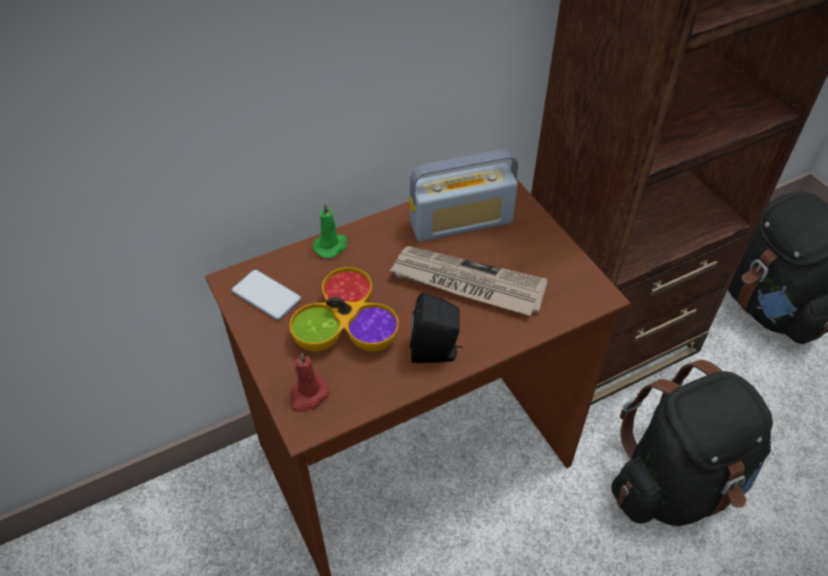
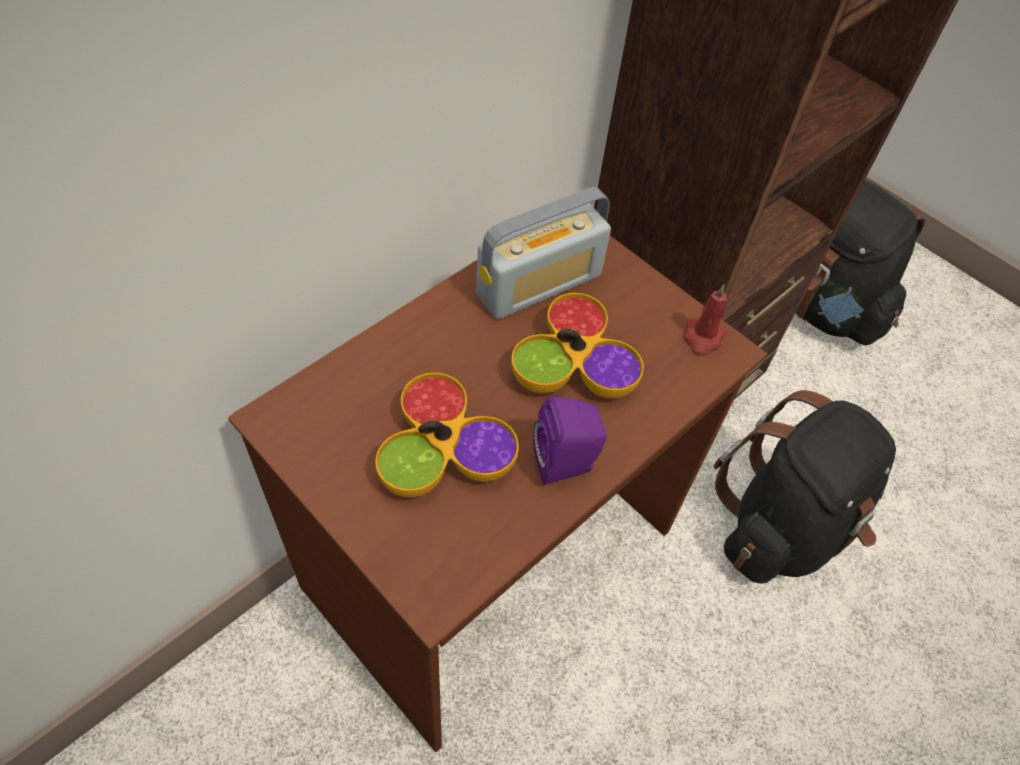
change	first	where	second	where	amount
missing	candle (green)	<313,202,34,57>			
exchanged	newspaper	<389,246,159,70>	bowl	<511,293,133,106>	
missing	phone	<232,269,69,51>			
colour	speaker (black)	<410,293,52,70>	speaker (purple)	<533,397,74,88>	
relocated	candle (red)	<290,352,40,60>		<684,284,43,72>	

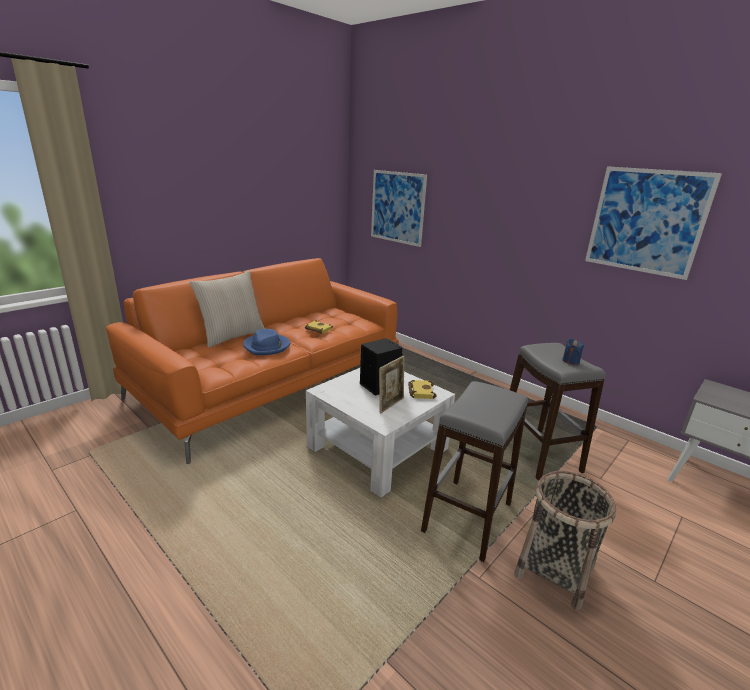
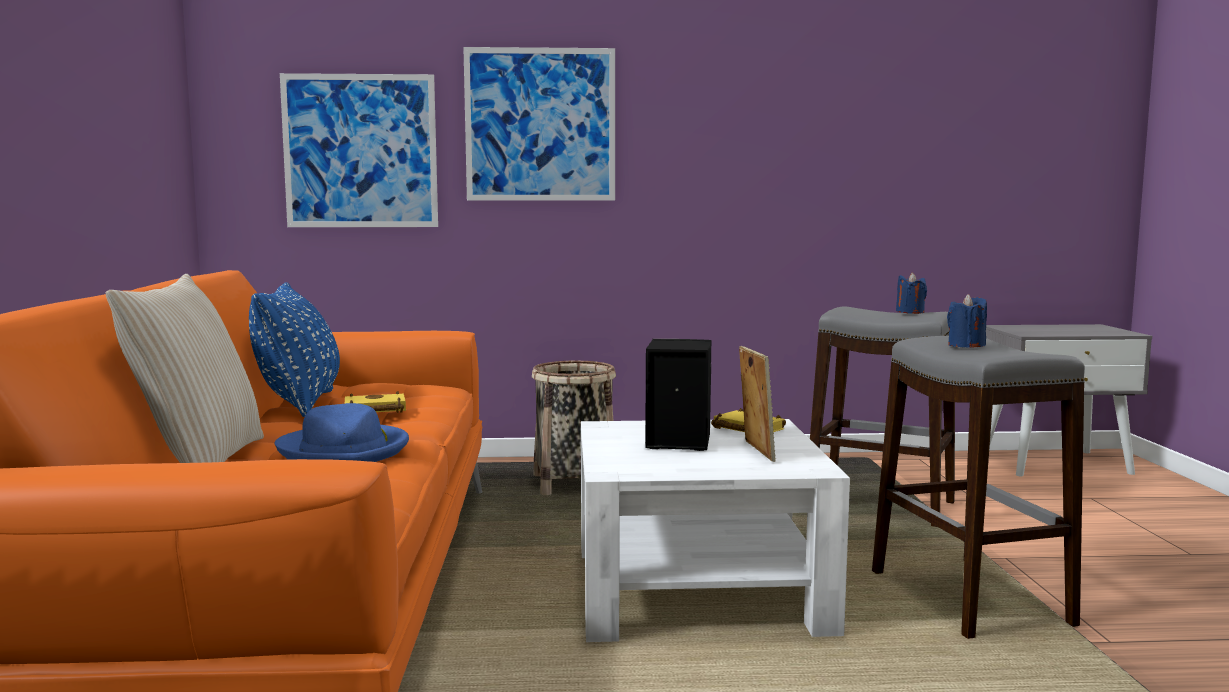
change	first	where	second	where	amount
relocated	picture	<585,166,137,114>		<463,47,152,154>	
relocated	basket	<514,471,102,139>		<532,361,84,134>	
appeared			pillow (blue)	<249,282,91,135>	
appeared			candle (blue)	<947,294,40,54>	

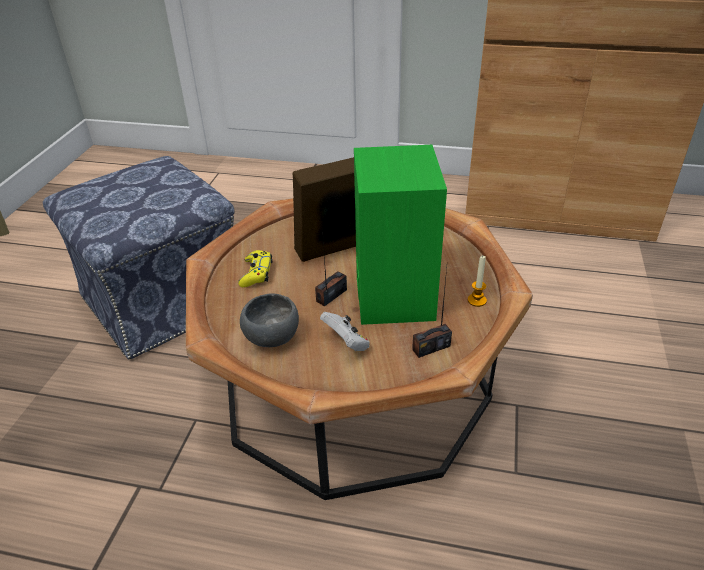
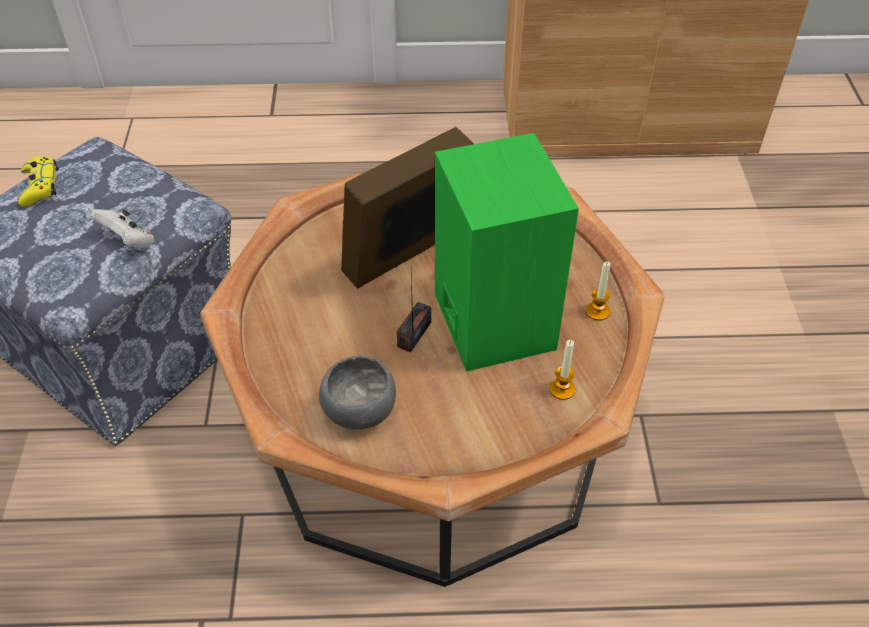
change	first	where	second	where	amount
relocated	game controller (yellow)	<238,250,35,37>		<18,157,40,50>	
exchanged	radio	<412,268,40,90>	candle	<549,340,26,60>	
relocated	game controller (white)	<320,312,50,39>		<90,209,64,40>	

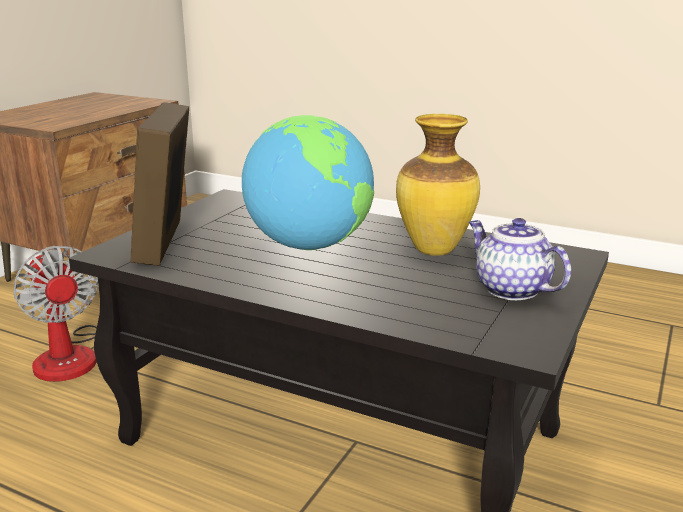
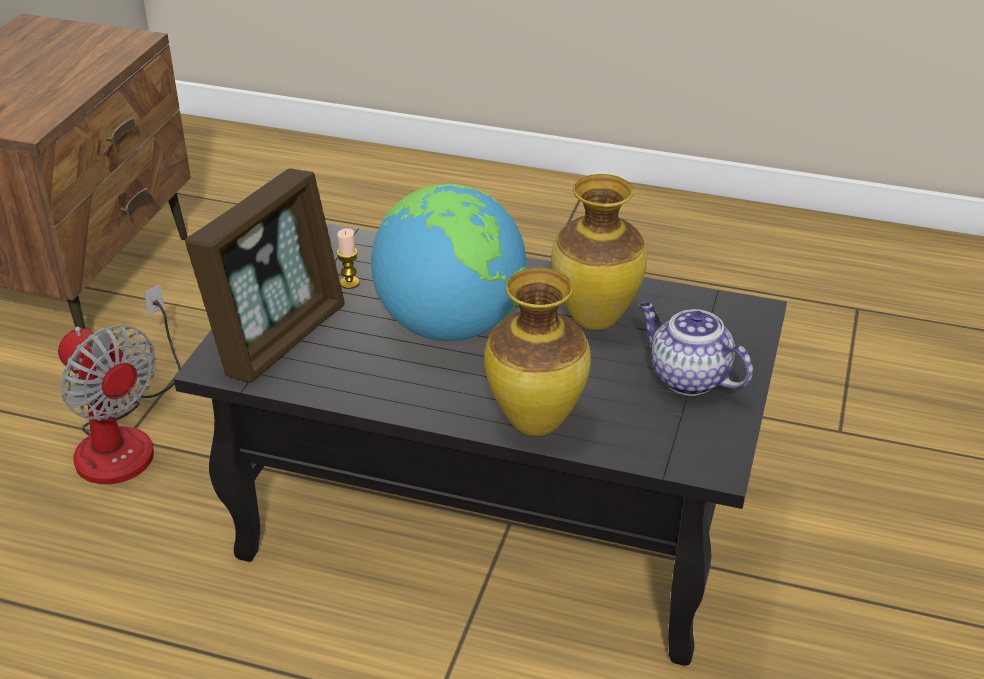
change	first	where	second	where	amount
spun	picture frame	<130,102,59,164>		<185,168,160,215>	135 degrees counterclockwise
appeared			candle	<337,228,23,61>	
appeared			vase	<485,268,106,168>	

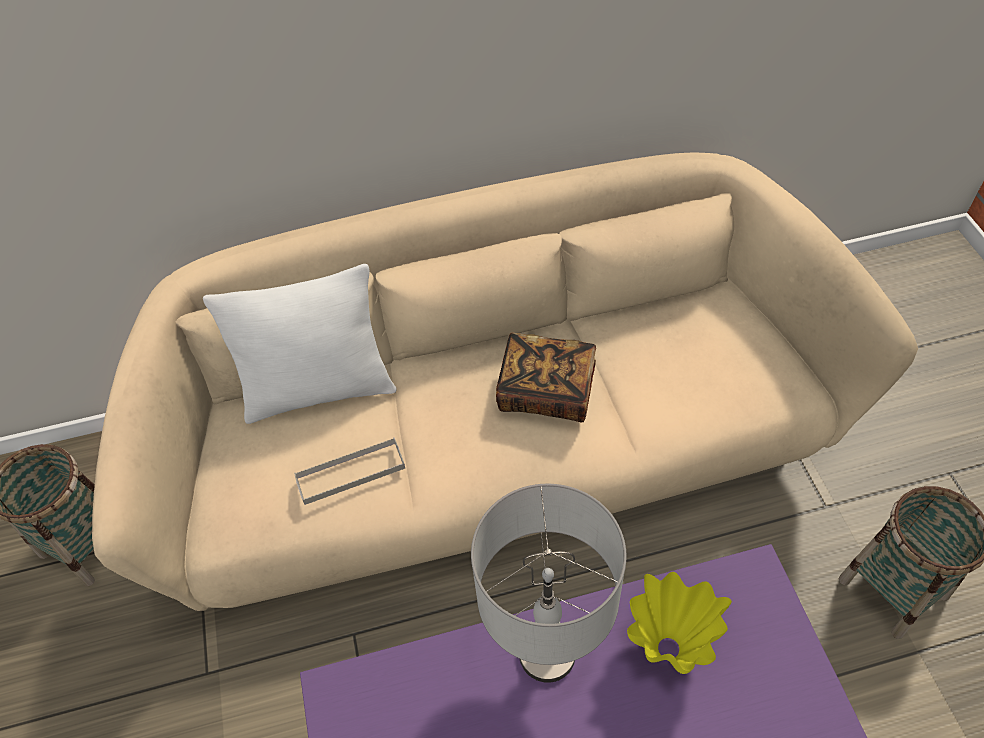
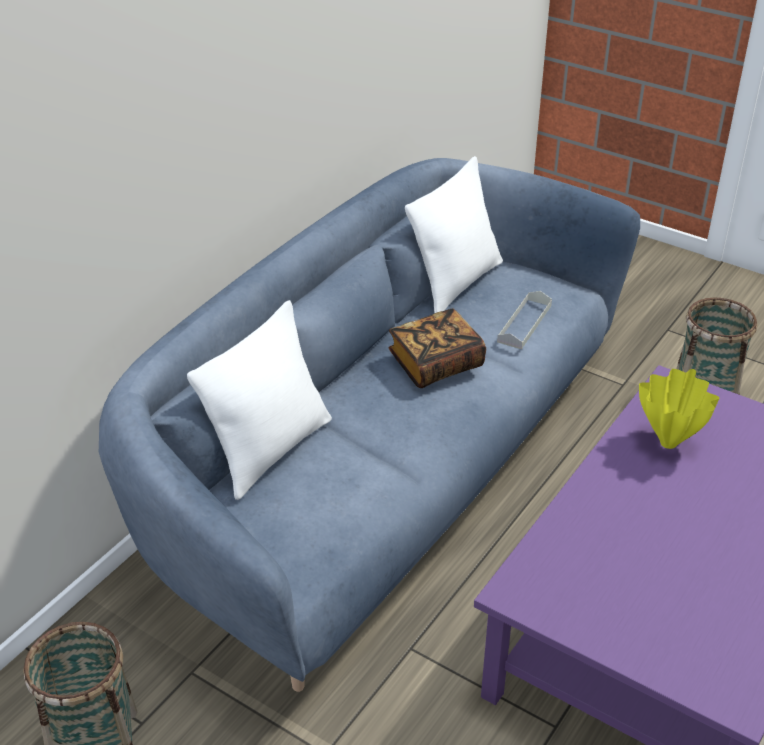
change	first	where	second	where	amount
colour	sofa (beige)	<92,152,826,459>	sofa (blue)	<99,158,541,534>	
relocated	tray (grey)	<294,437,111,68>		<497,291,55,58>	
missing	table lamp (grey)	<471,484,156,199>			
appeared			pillow (white)	<405,156,98,157>	

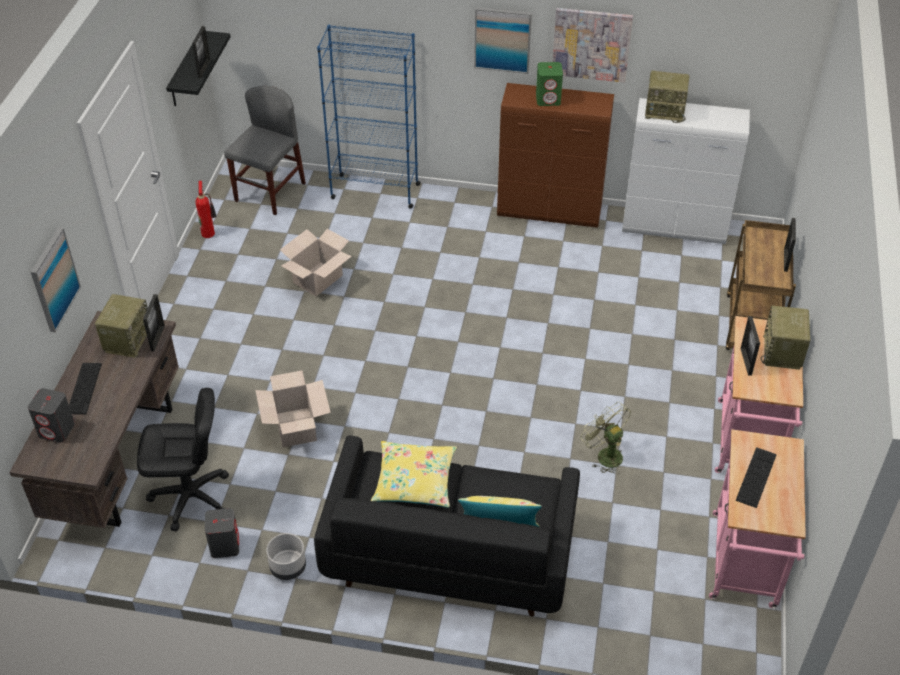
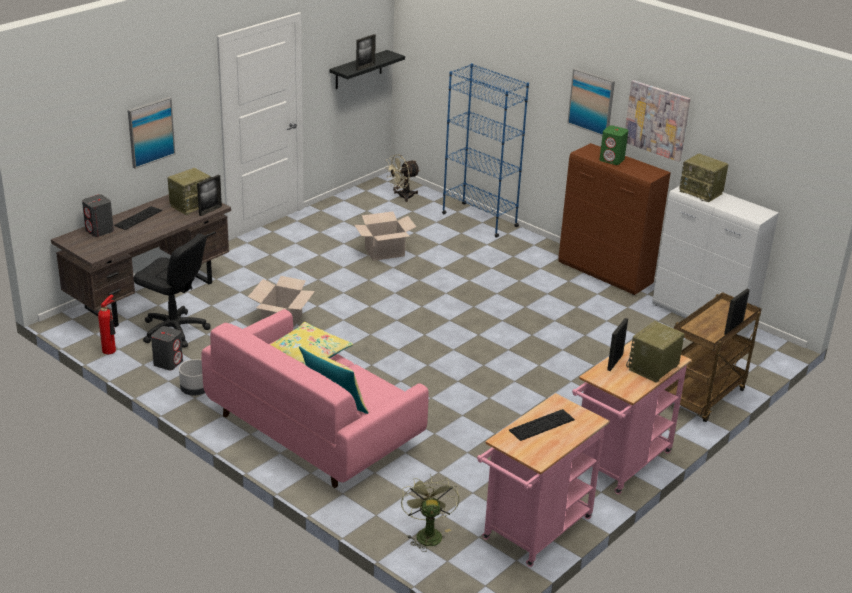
change	first	where	second	where	amount
exchanged	chair (grey)	<224,86,82,129>	fan (beige)	<385,154,35,48>	
relocated	fire extinguisher	<195,181,21,57>		<98,295,18,59>	
relocated	fan (green)	<580,402,51,72>		<401,475,58,77>	
colour	sofa (black)	<314,435,266,182>	sofa (pink)	<201,309,228,179>	

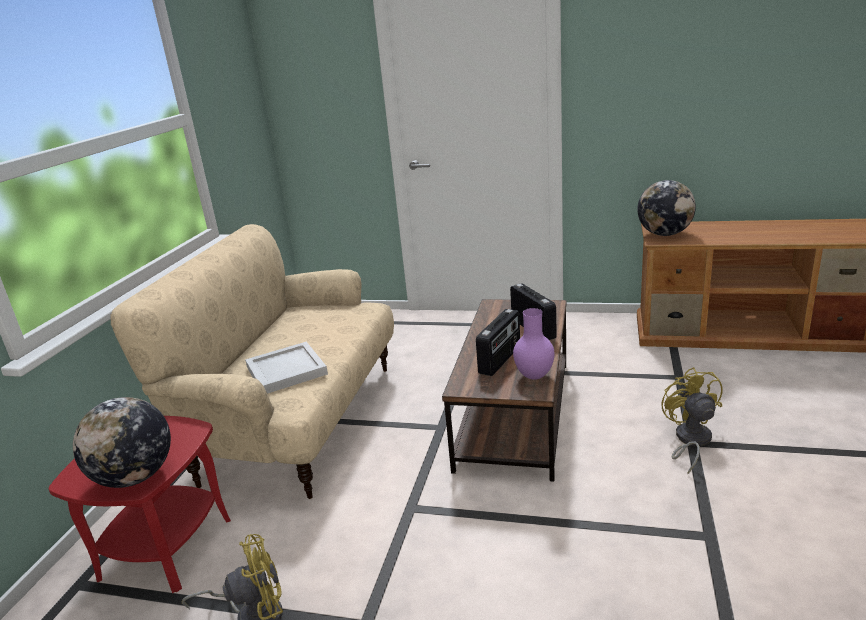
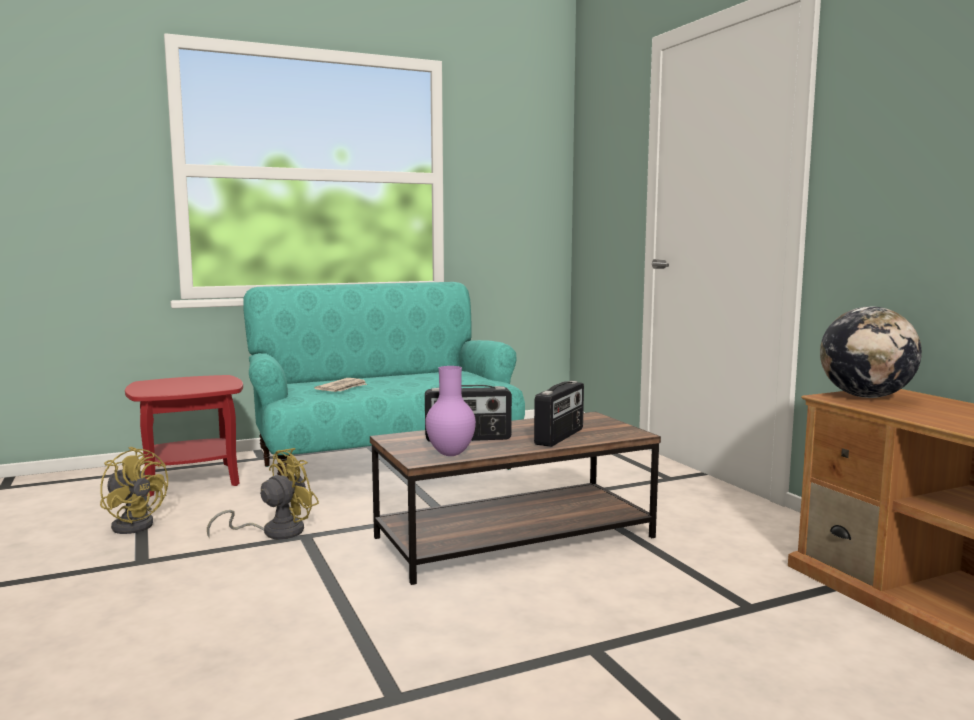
change	first	where	second	where	amount
colour	sofa (beige)	<110,224,284,275>	sofa (turquoise)	<243,282,282,197>	
exchanged	tray (white)	<245,342,83,52>	newspaper	<314,378,53,14>	
relocated	fan (yellow)	<661,367,62,107>		<207,448,112,91>	
missing	globe	<73,397,98,91>			

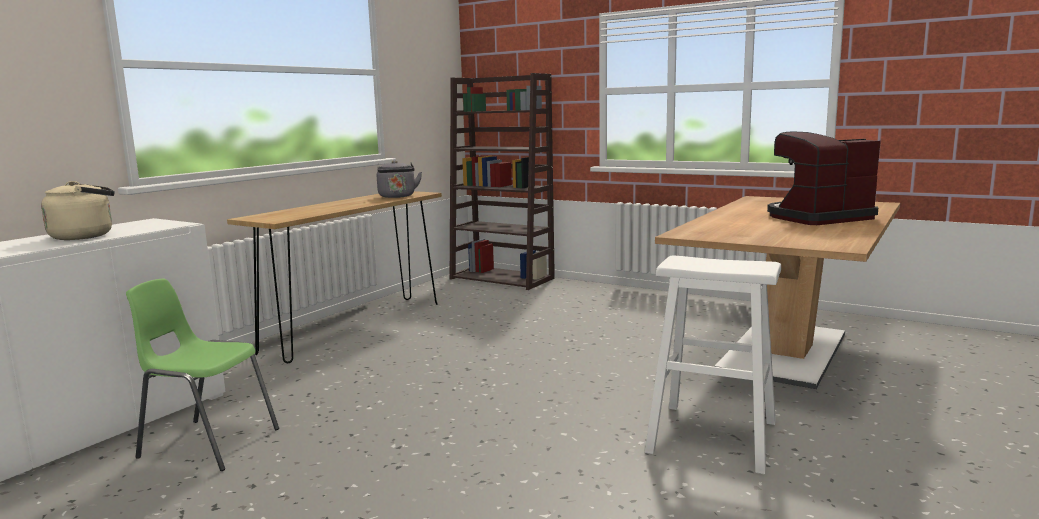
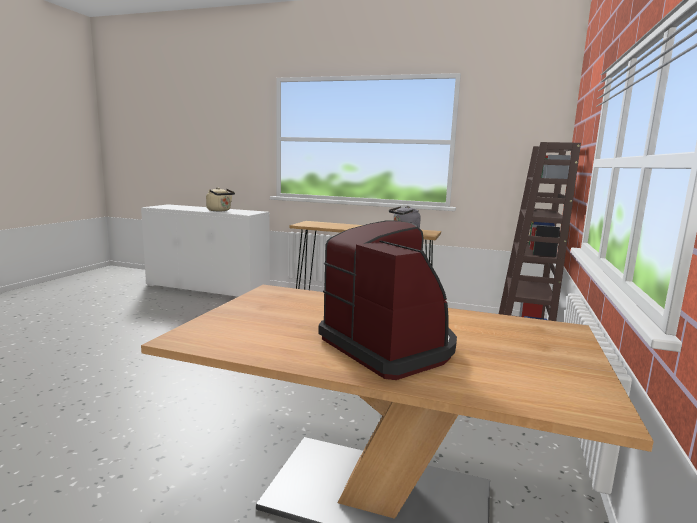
change	first	where	second	where	amount
missing	stool (white)	<645,256,136,218>			
missing	chair (green)	<126,278,153,193>			

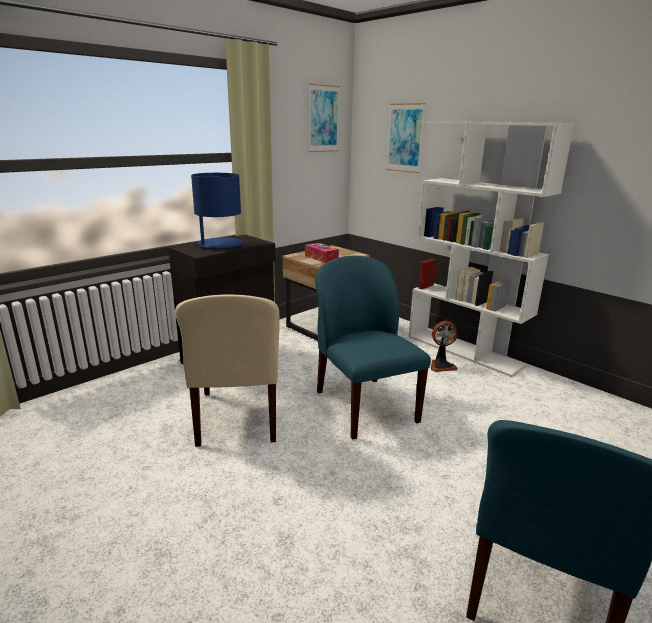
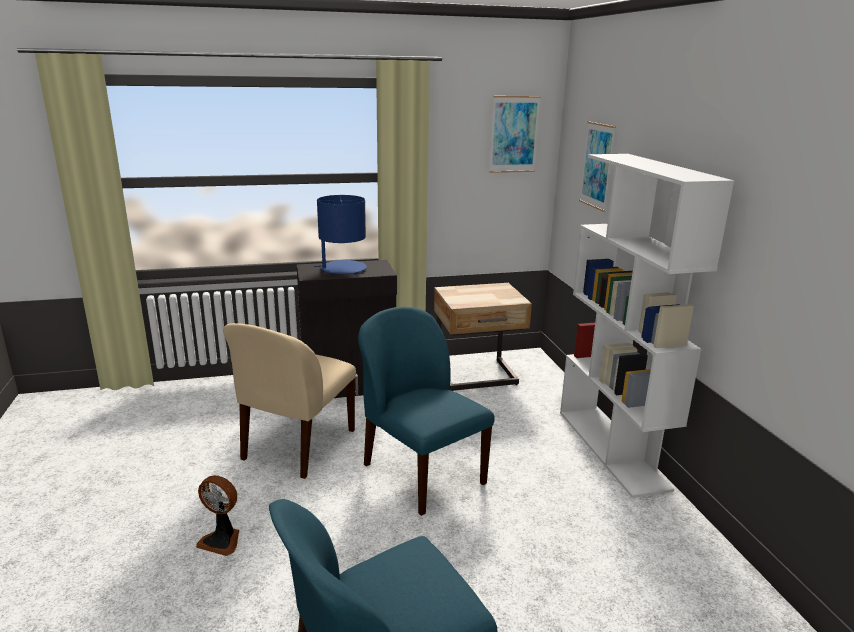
change	first	where	second	where	amount
missing	tissue box	<305,243,34,20>			
spun	chair (blue)	<315,256,116,184>		<358,307,137,209>	45 degrees counterclockwise
relocated	fan	<431,321,27,51>		<196,475,43,81>	

